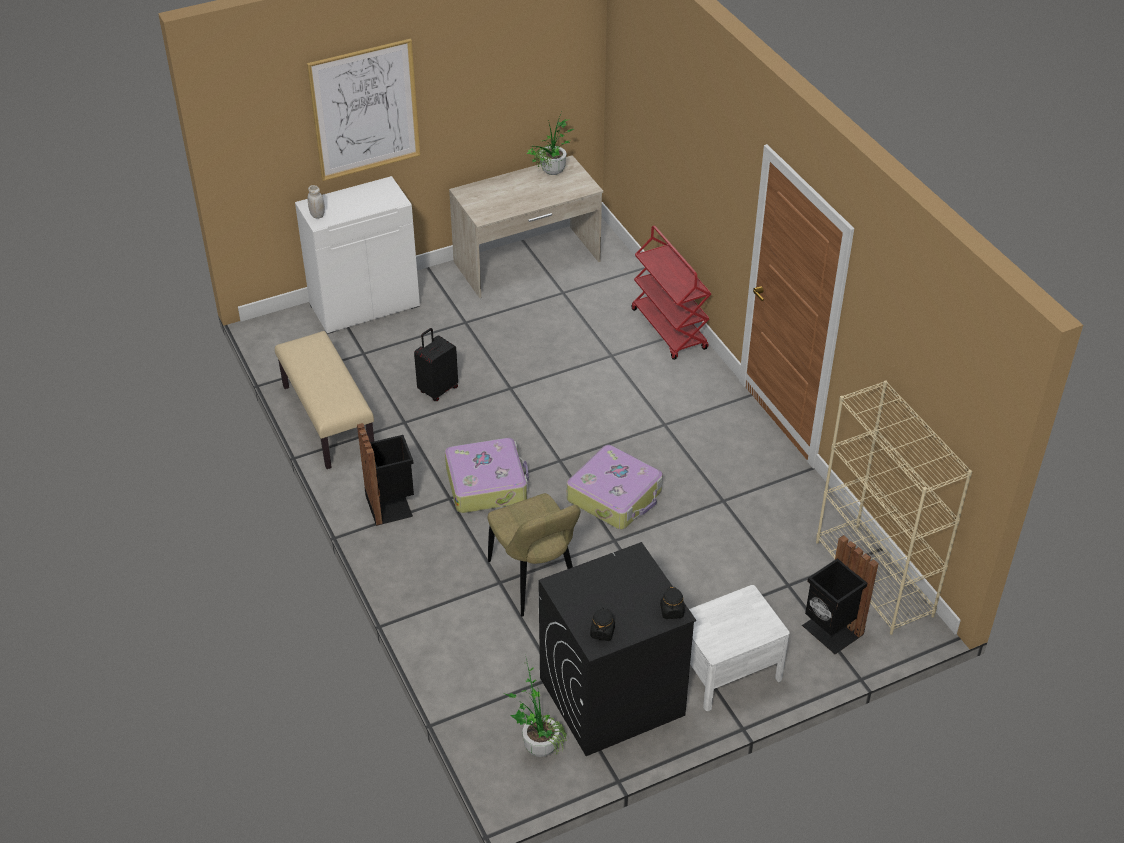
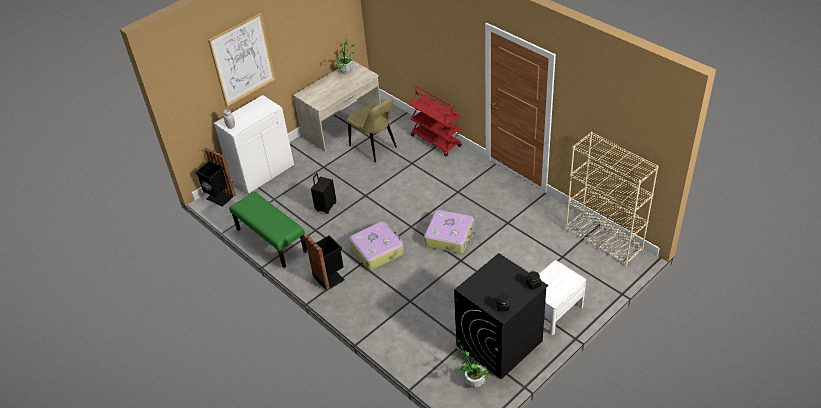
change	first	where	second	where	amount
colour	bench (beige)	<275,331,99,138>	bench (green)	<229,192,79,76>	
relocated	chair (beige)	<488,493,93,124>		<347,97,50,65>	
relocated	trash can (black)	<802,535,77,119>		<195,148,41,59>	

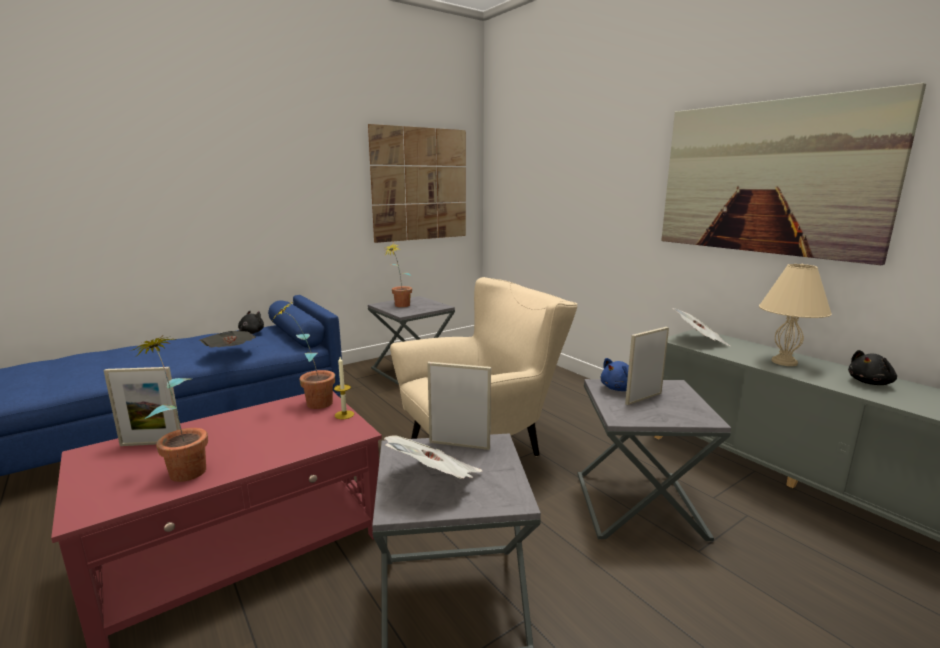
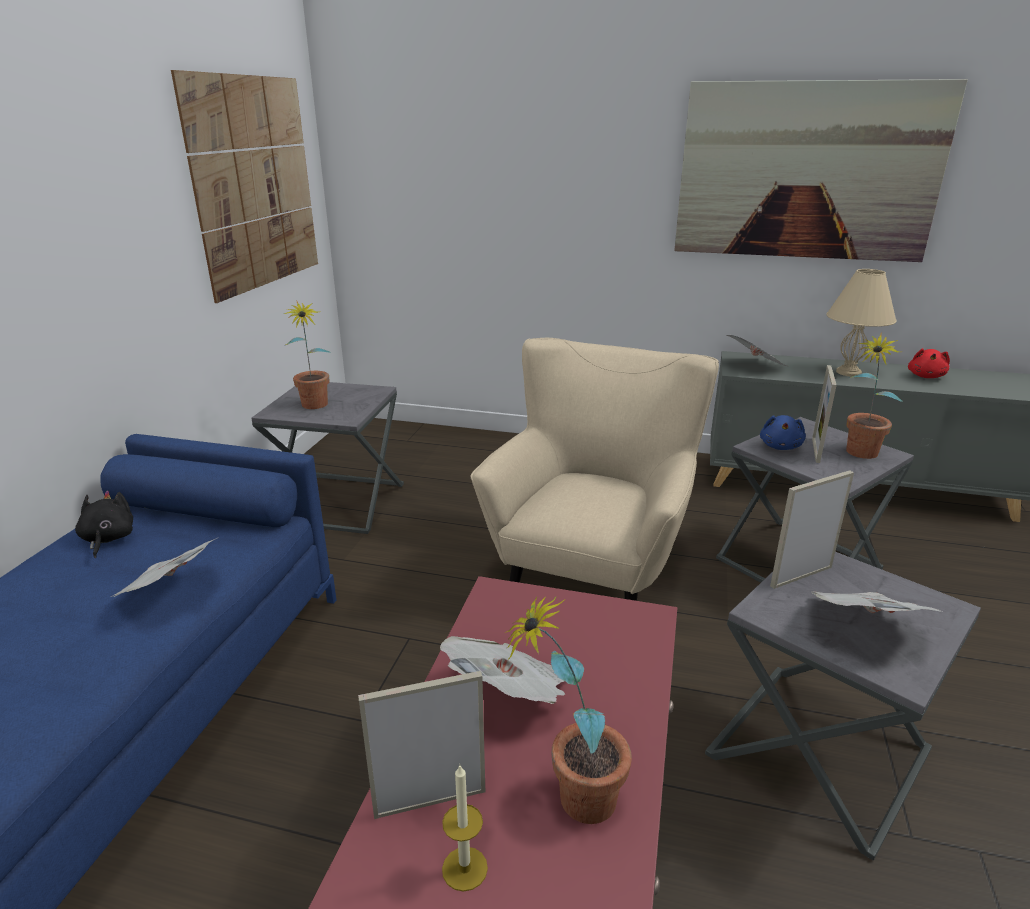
change	first	where	second	where	amount
relocated	potted plant	<273,302,62,107>		<846,333,57,126>	
colour	plush toy (black)	<848,350,49,35>	plush toy (red)	<908,348,42,30>	
relocated	candle	<334,357,20,62>		<442,765,46,127>	
spun	picture frame	<103,367,77,79>		<358,671,127,148>	150 degrees counterclockwise
appeared			newspaper	<440,636,125,68>	

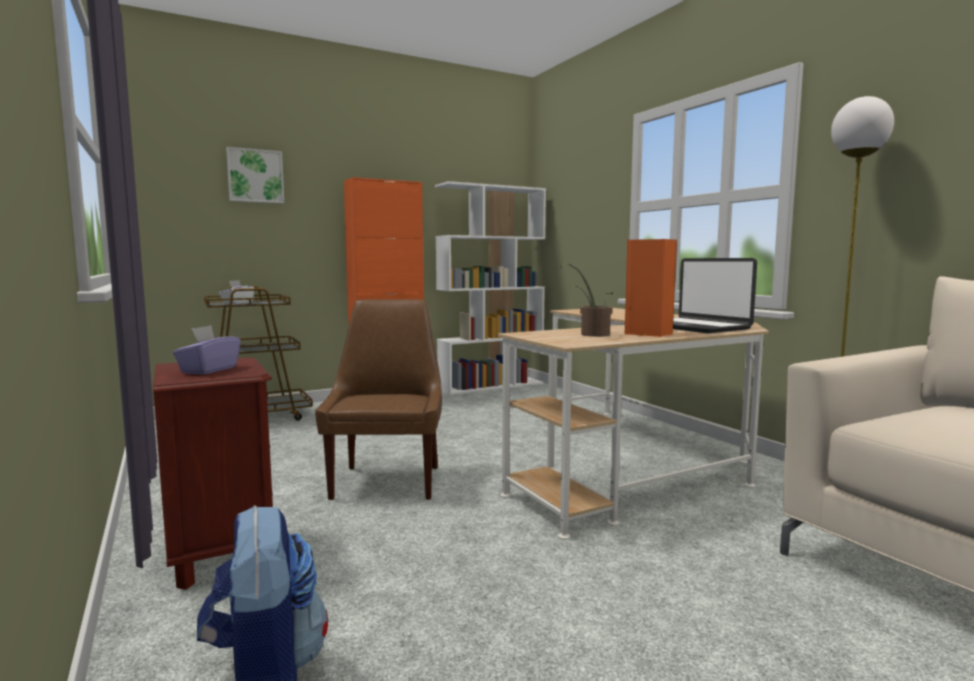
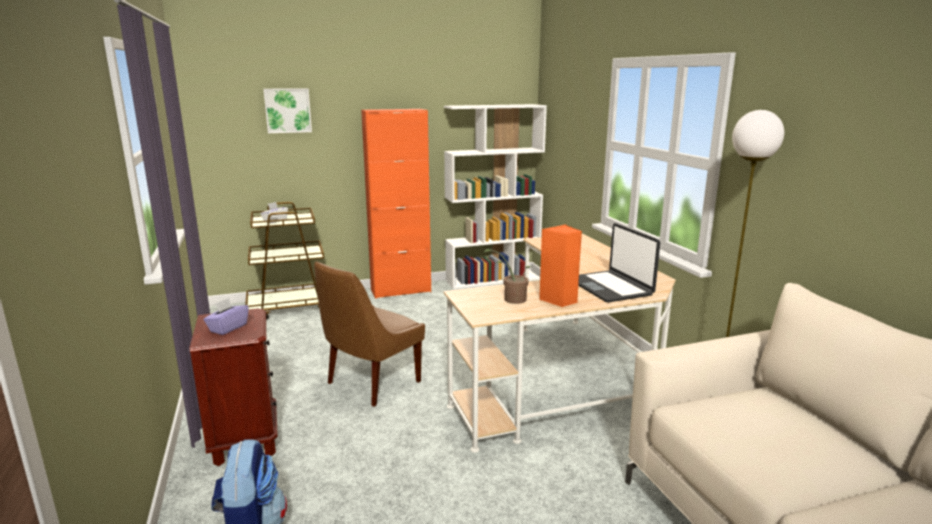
change	first	where	second	where	amount
spun	chair (brown)	<315,299,127,201>		<314,261,111,146>	150 degrees counterclockwise

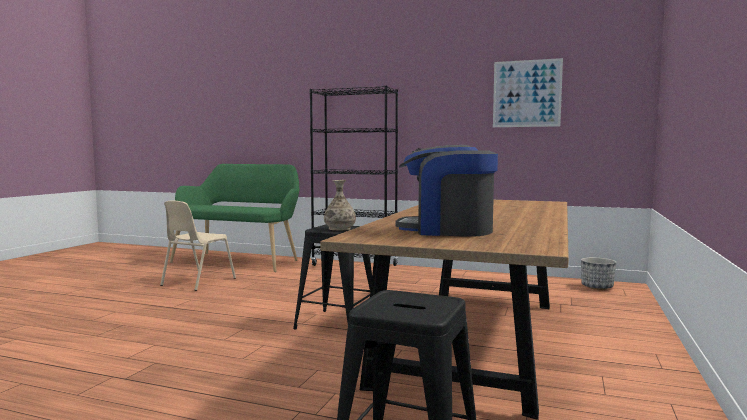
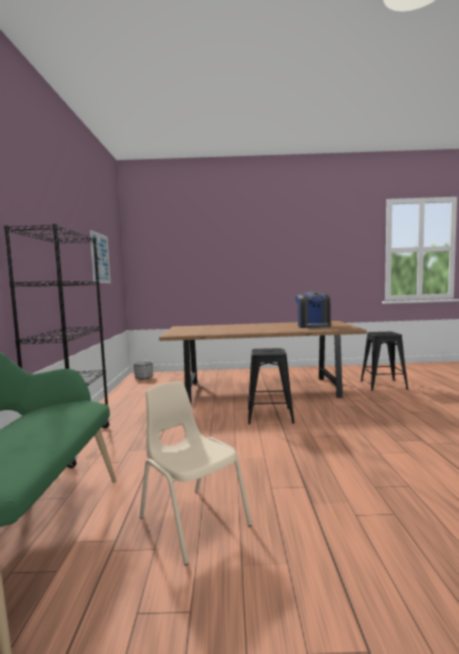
change	first	where	second	where	amount
missing	vase	<324,180,32,50>			
spun	chair (beige)	<160,201,76,90>		<140,382,112,184>	135 degrees counterclockwise

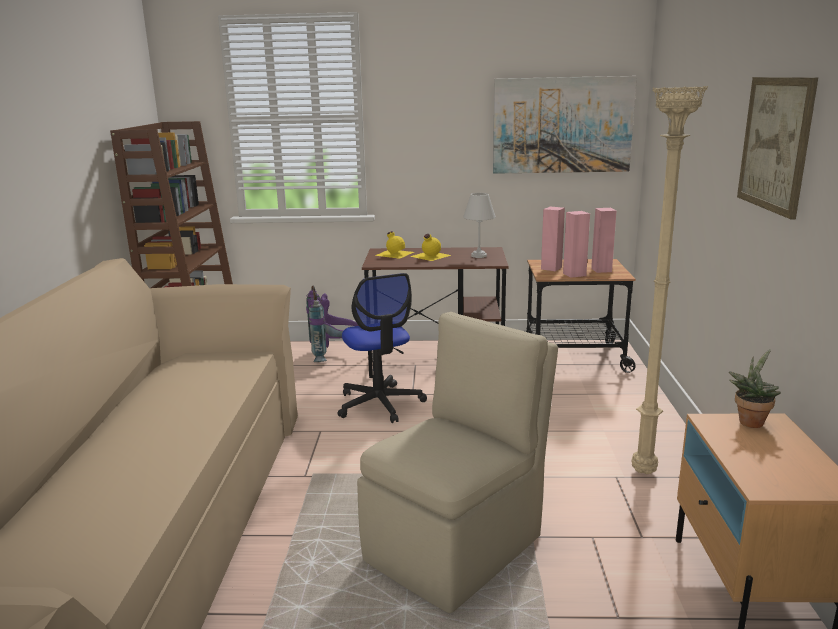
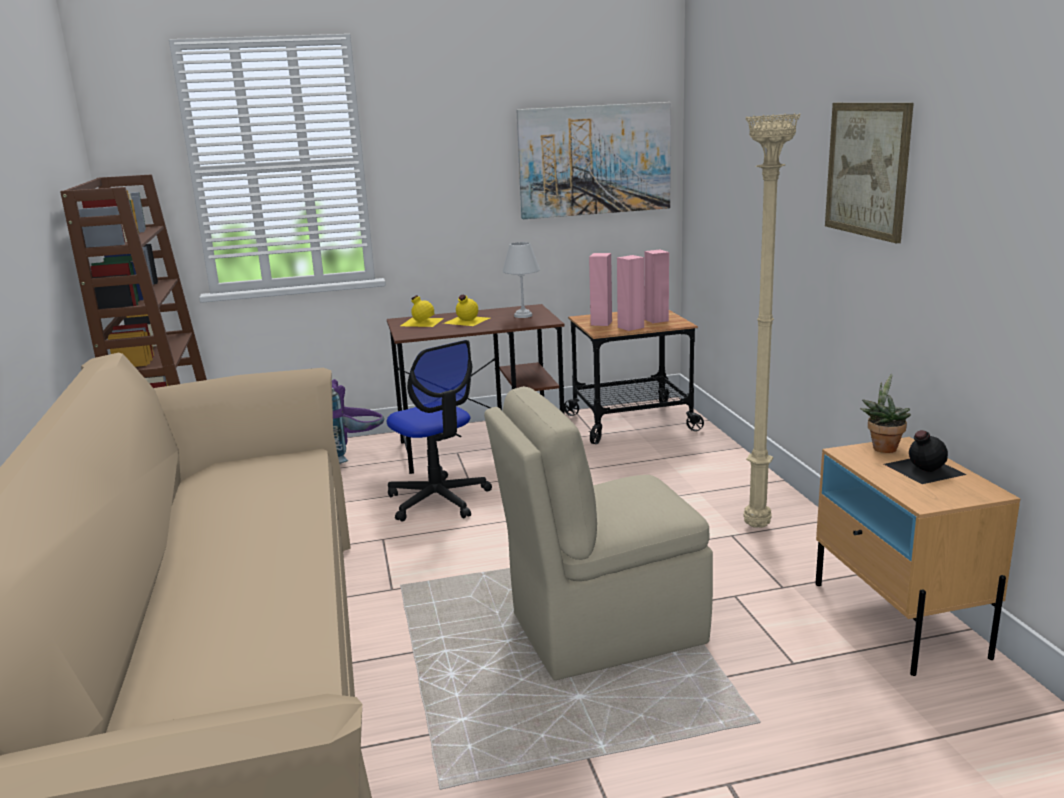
change	first	where	second	where	amount
spun	chair (beige)	<357,312,201,301>		<484,386,229,294>	135 degrees counterclockwise
appeared			bottle (black)	<884,430,83,54>	

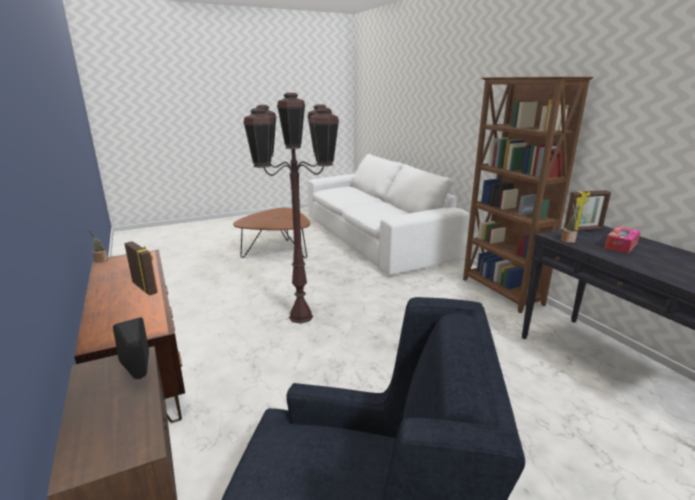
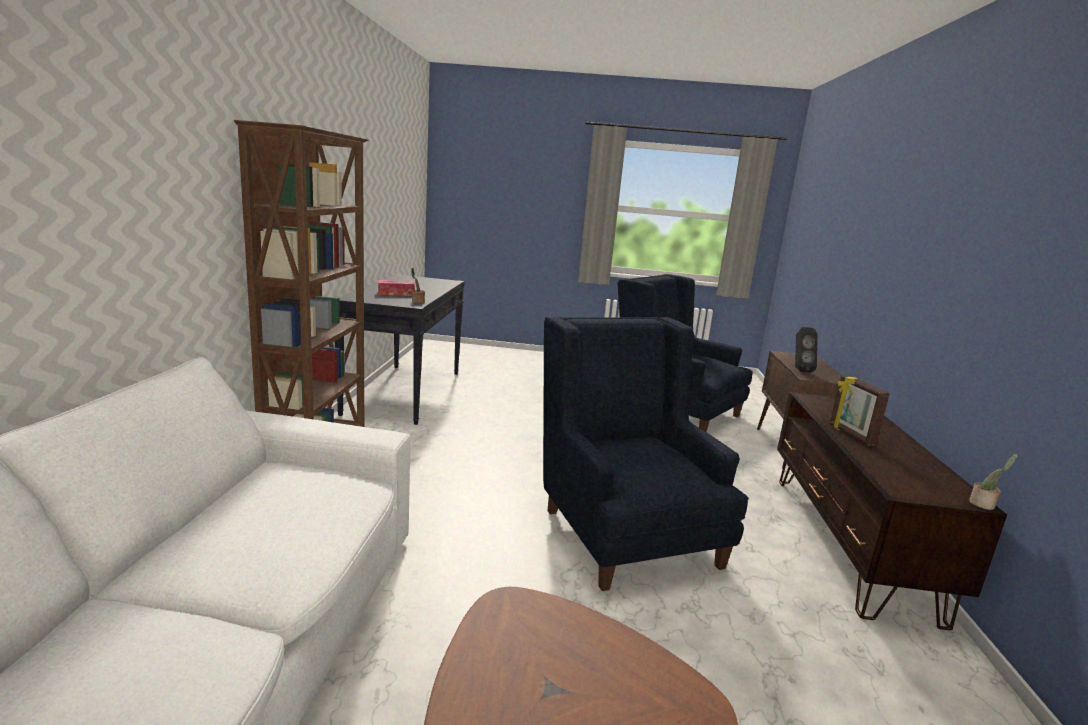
change	first	where	second	where	amount
exchanged	floor lamp (brown)	<243,93,96,231>	armchair (blue)	<543,317,206,274>	
missing	picture frame	<564,190,47,41>			

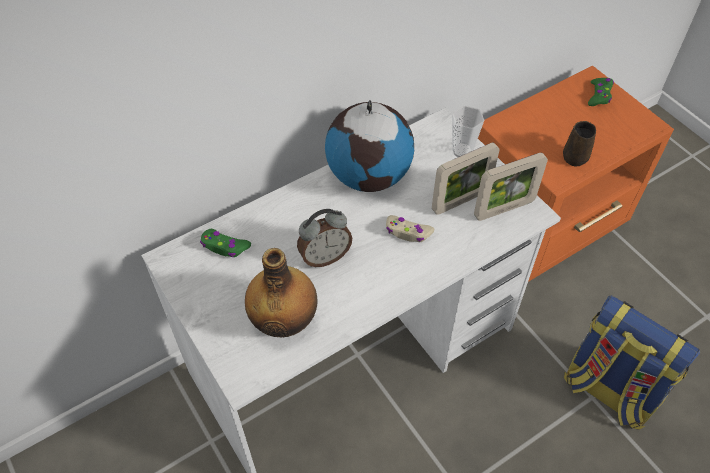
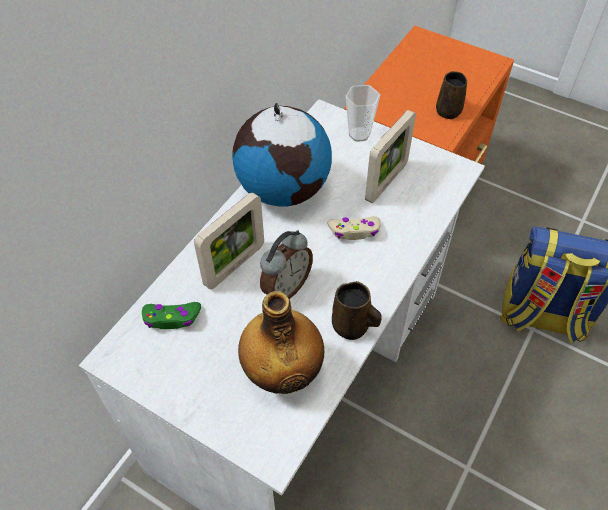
change	first	where	second	where	amount
missing	game controller (green)	<588,78,26,28>			
relocated	picture frame	<474,153,74,68>		<194,192,70,98>	
appeared			mug (brown)	<332,281,50,59>	

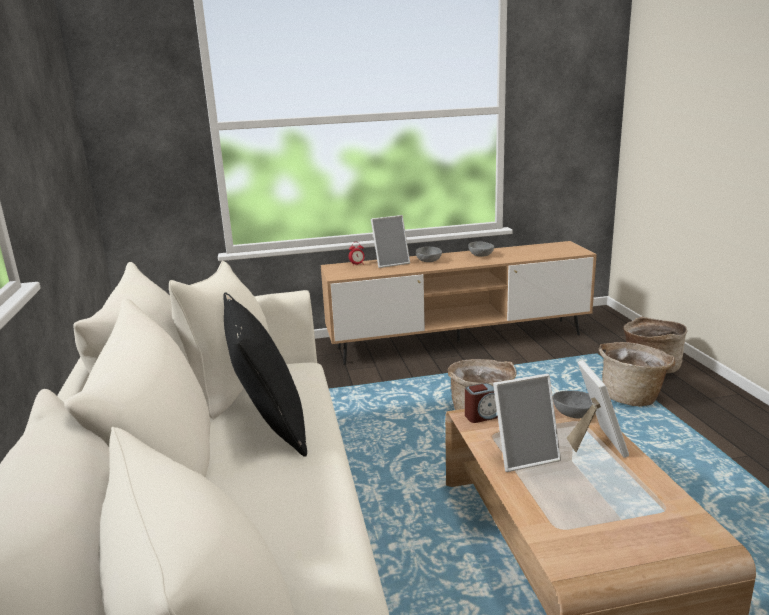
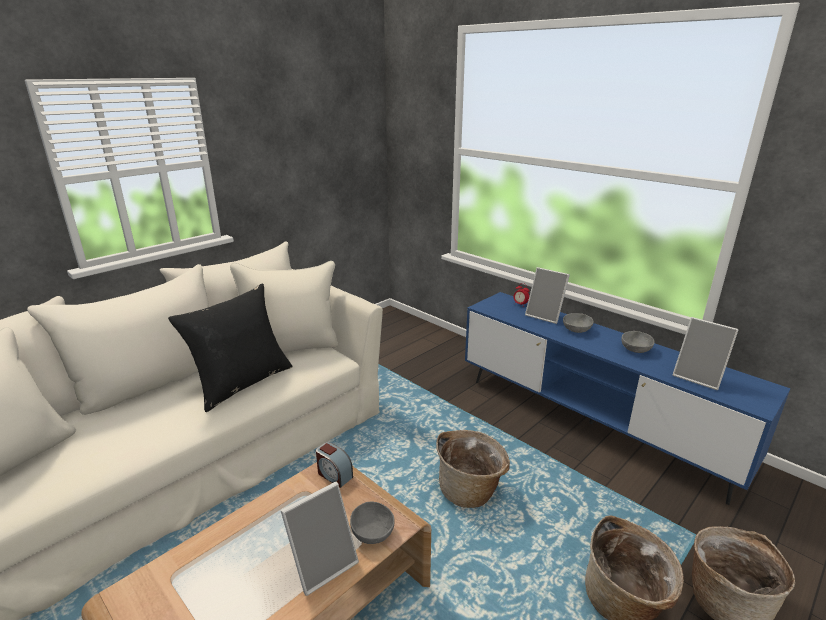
change	first	where	second	where	amount
colour	tv stand (brown)	<321,241,276,123>	tv stand (blue)	<465,292,326,213>	
relocated	picture frame	<493,374,68,98>		<673,317,66,73>	

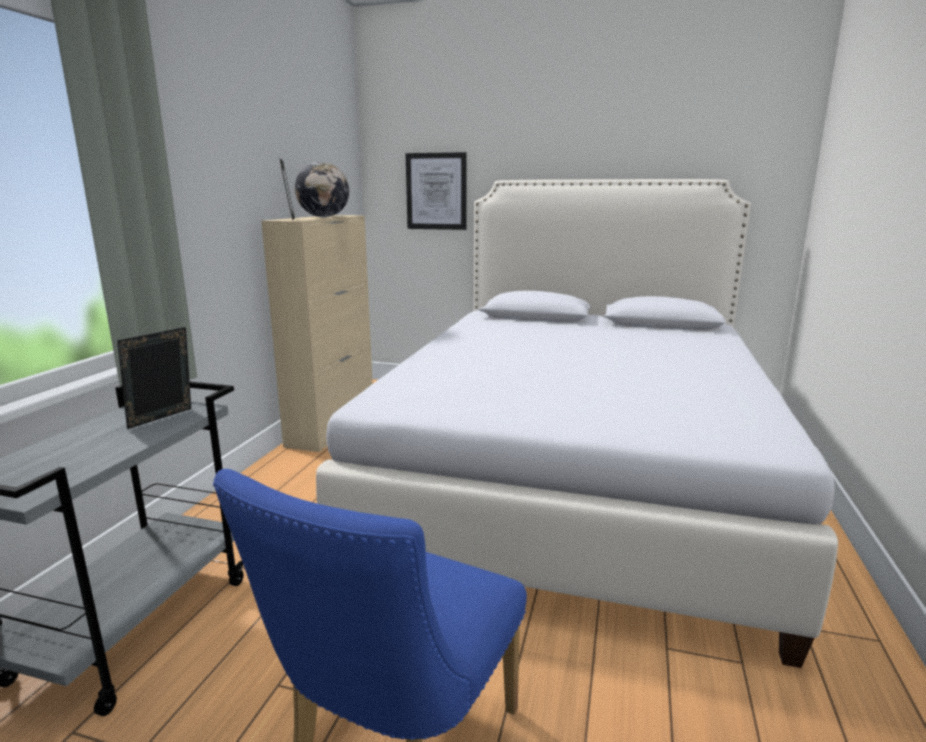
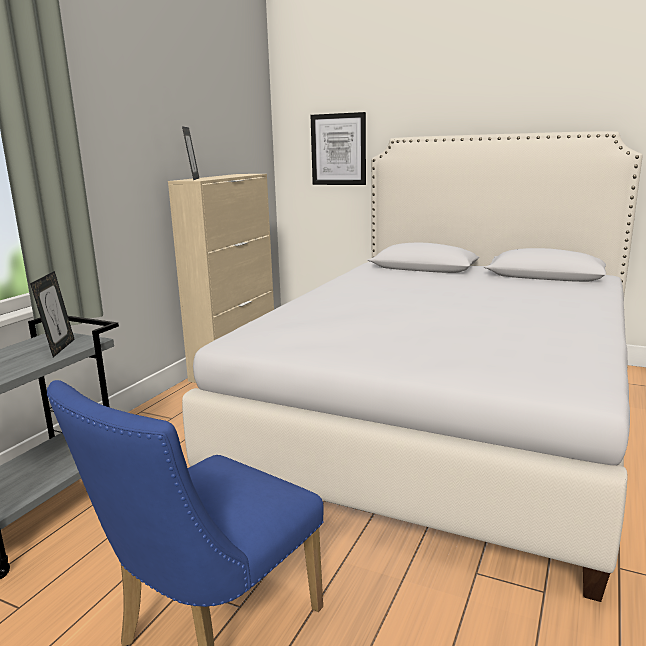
change	first	where	second	where	amount
missing	globe	<295,162,54,55>			
spun	picture frame	<117,327,74,102>		<30,271,45,86>	135 degrees clockwise

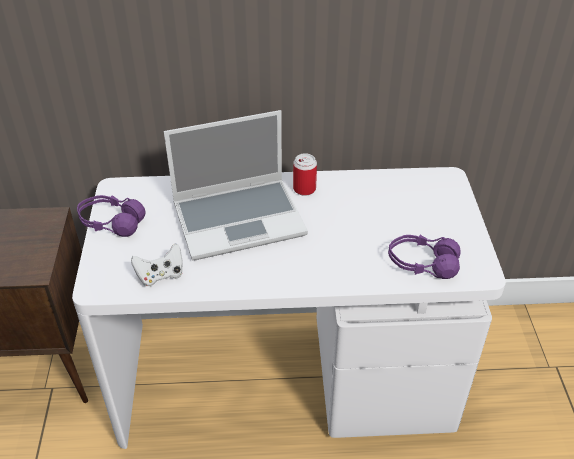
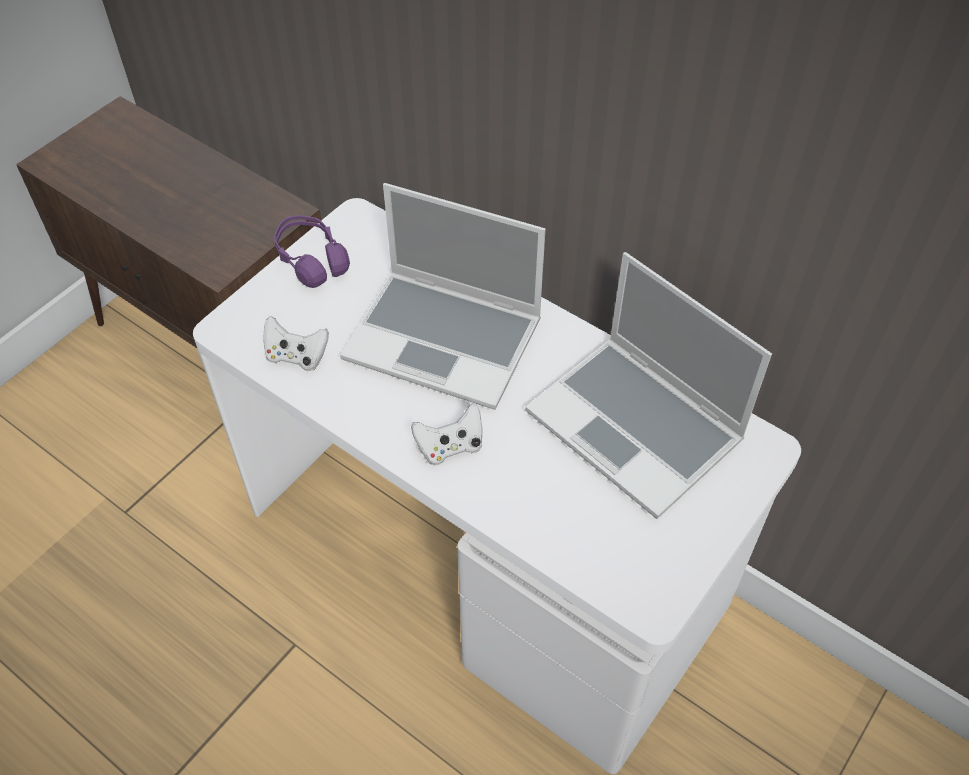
change	first	where	second	where	amount
missing	can	<293,153,24,43>			
missing	headphones (purple)	<388,234,73,45>			
appeared			laptop	<525,252,247,267>	
appeared			game controller (white)	<411,403,72,63>	

